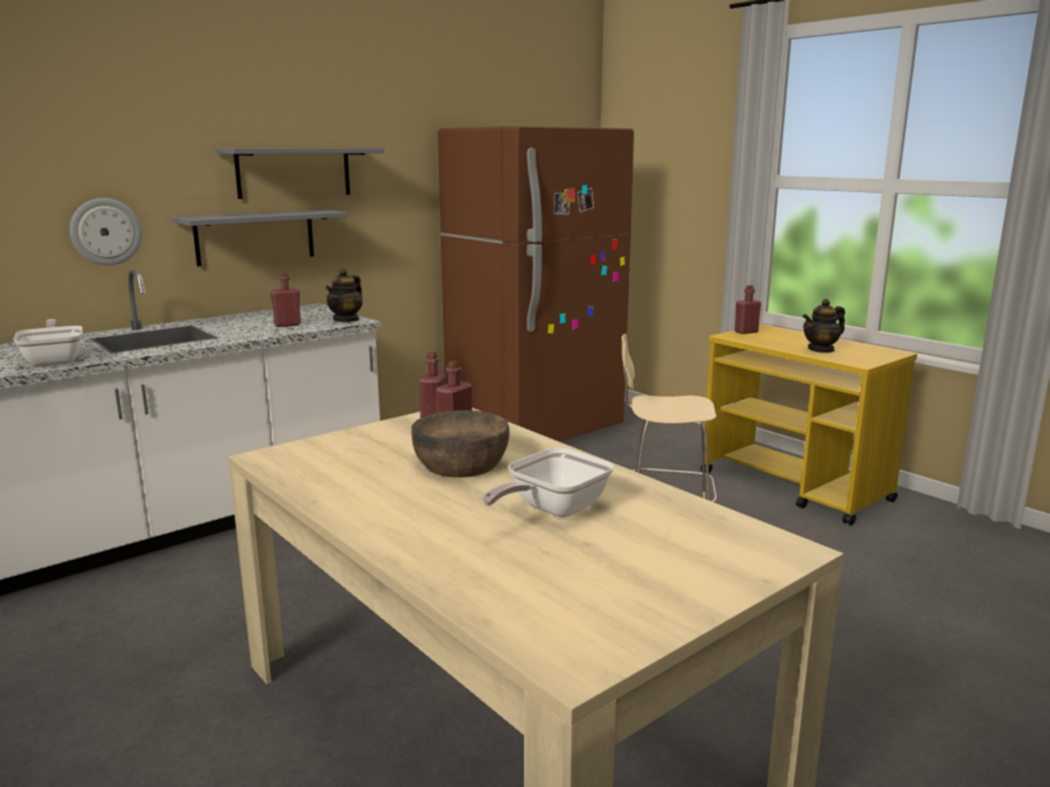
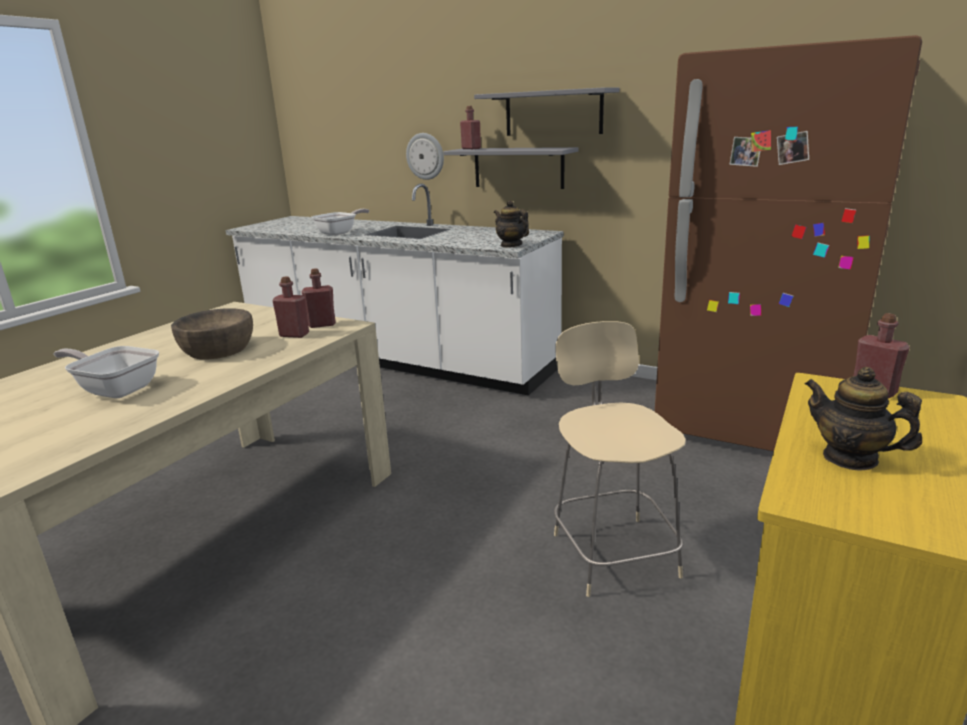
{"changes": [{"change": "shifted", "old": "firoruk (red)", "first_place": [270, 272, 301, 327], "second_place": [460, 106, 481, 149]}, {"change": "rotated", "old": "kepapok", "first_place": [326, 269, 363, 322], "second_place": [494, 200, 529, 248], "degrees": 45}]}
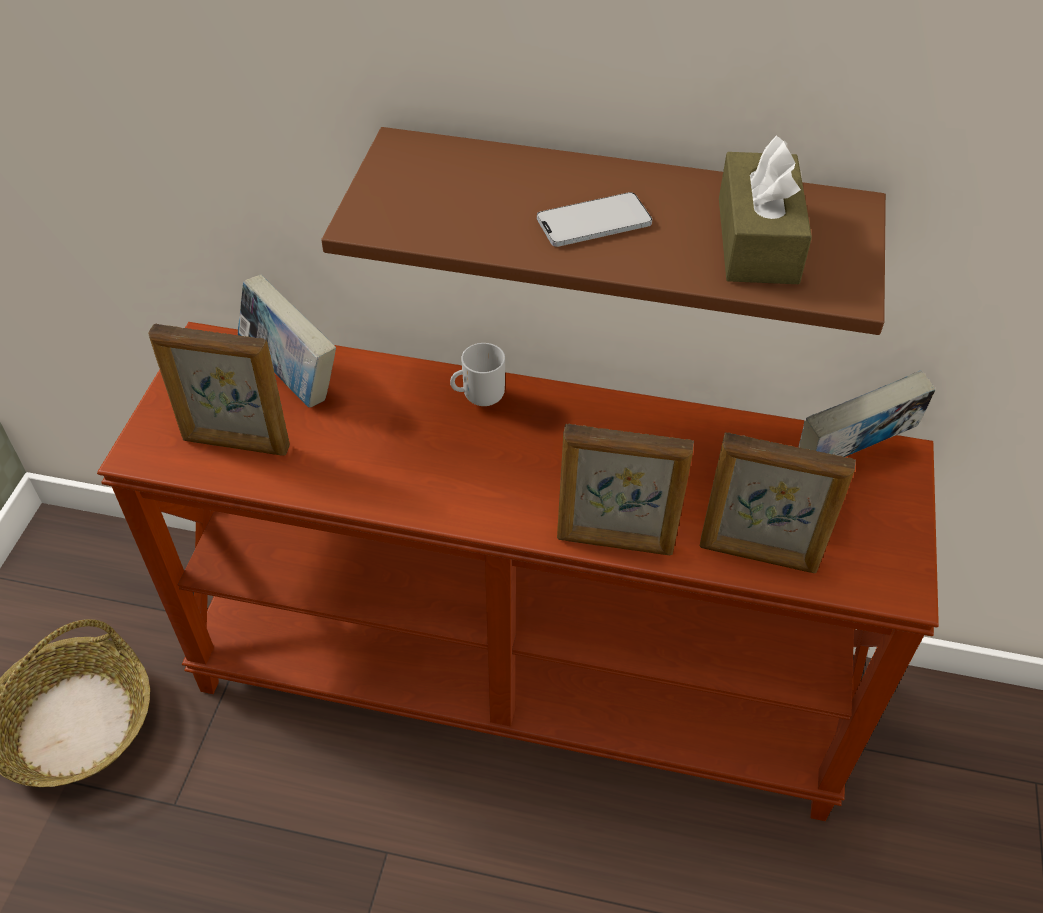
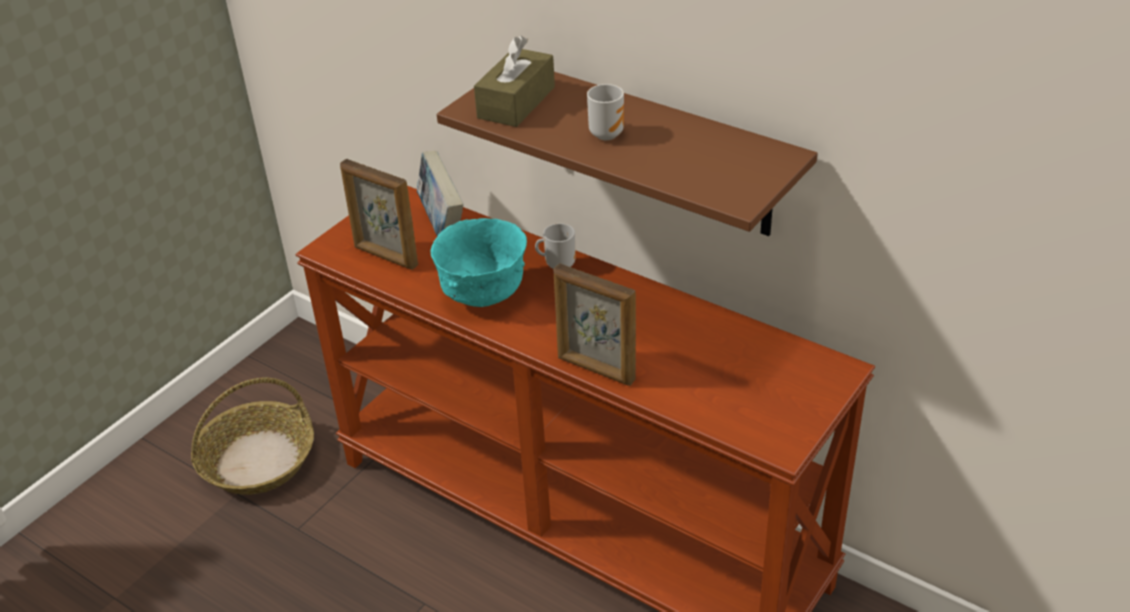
{"changes": [{"change": "gone", "old": "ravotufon", "first_place": [700, 432, 856, 573]}, {"change": "gone", "old": "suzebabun", "first_place": [799, 370, 935, 457]}, {"change": "new", "new": "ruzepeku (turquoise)", "second_place": [431, 218, 527, 307]}, {"change": "shifted", "old": "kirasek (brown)", "first_place": [719, 136, 812, 284], "second_place": [474, 36, 555, 127]}, {"change": "swapped", "old": "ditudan", "new": "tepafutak", "first_place": [537, 192, 652, 247], "second_place": [587, 84, 624, 140]}]}
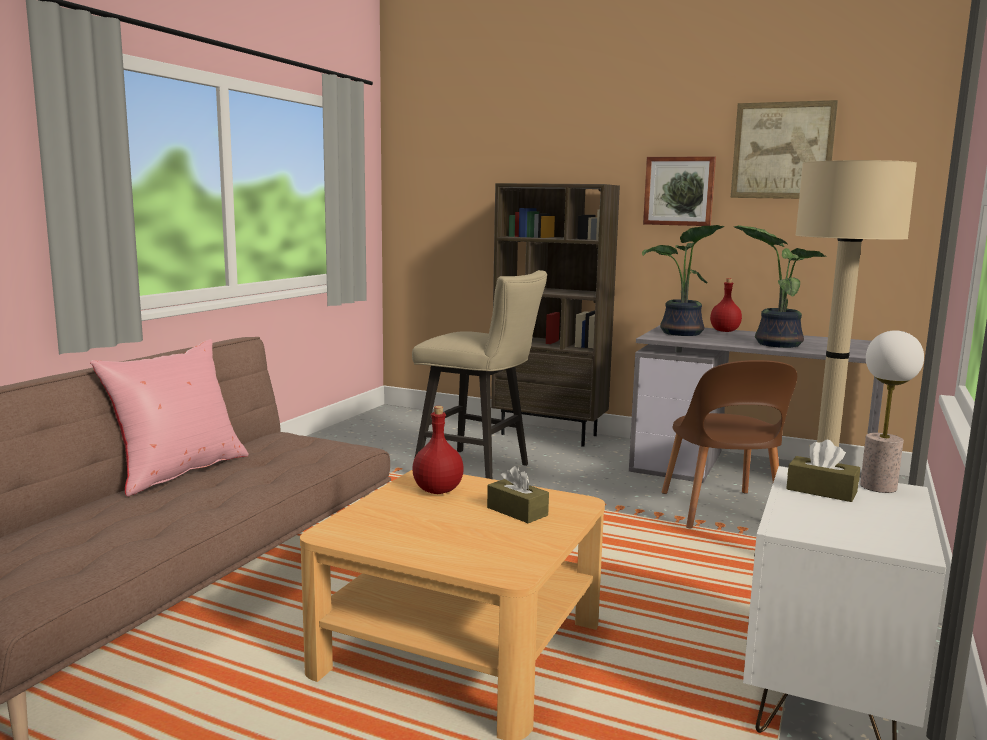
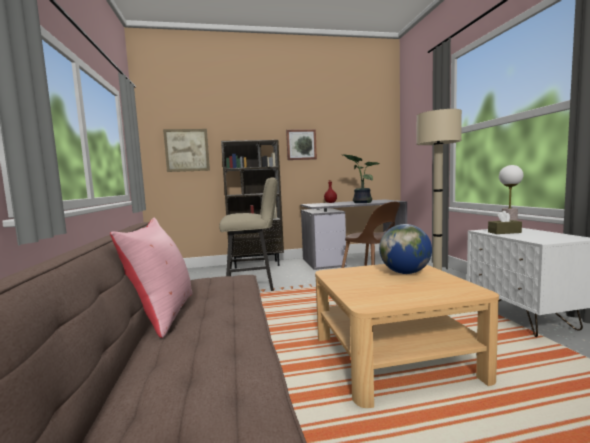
{"changes": [{"change": "gone", "old": "firoruk (red)", "first_place": [412, 406, 464, 494]}, {"change": "gone", "old": "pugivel", "first_place": [642, 225, 725, 336]}, {"change": "shifted", "old": "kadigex", "first_place": [731, 100, 838, 199], "second_place": [163, 129, 210, 172]}, {"change": "swapped", "old": "kirasek (brown)", "new": "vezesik", "first_place": [487, 466, 549, 523], "second_place": [379, 224, 432, 274]}]}
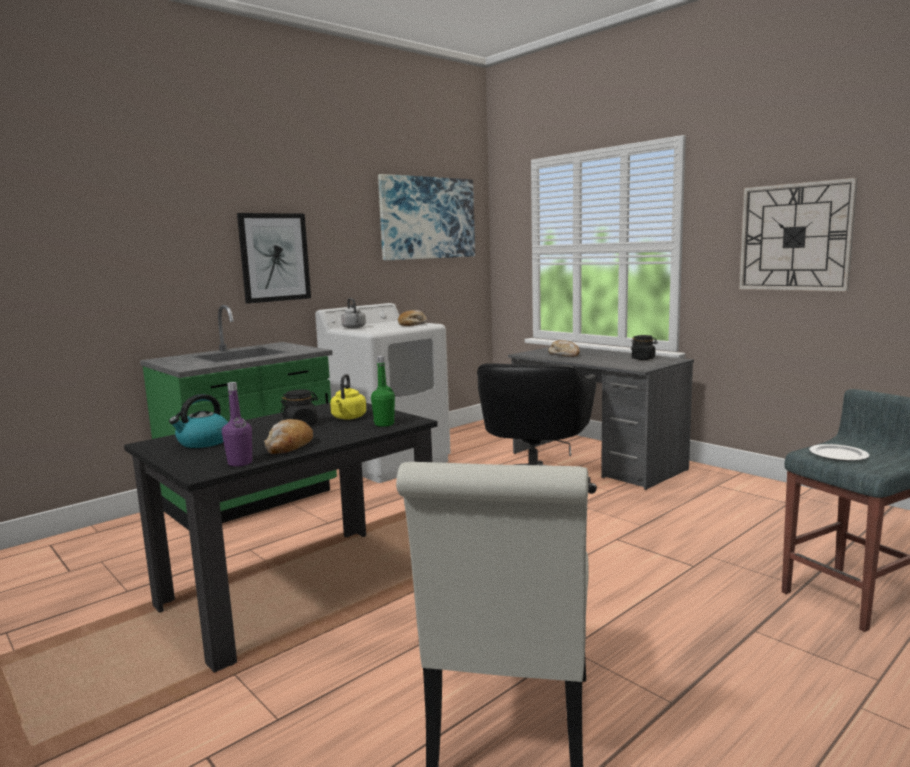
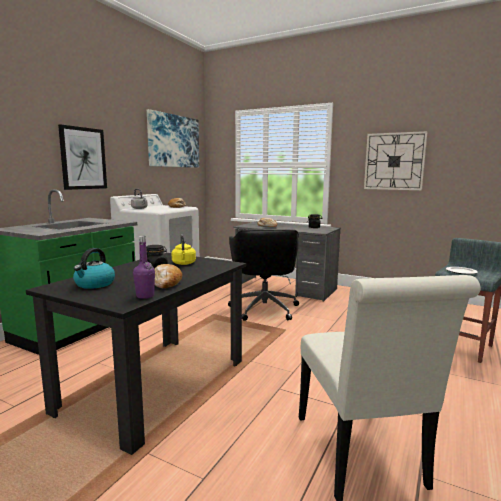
{"changes": [{"change": "gone", "old": "firoruk (green)", "first_place": [371, 356, 395, 427]}]}
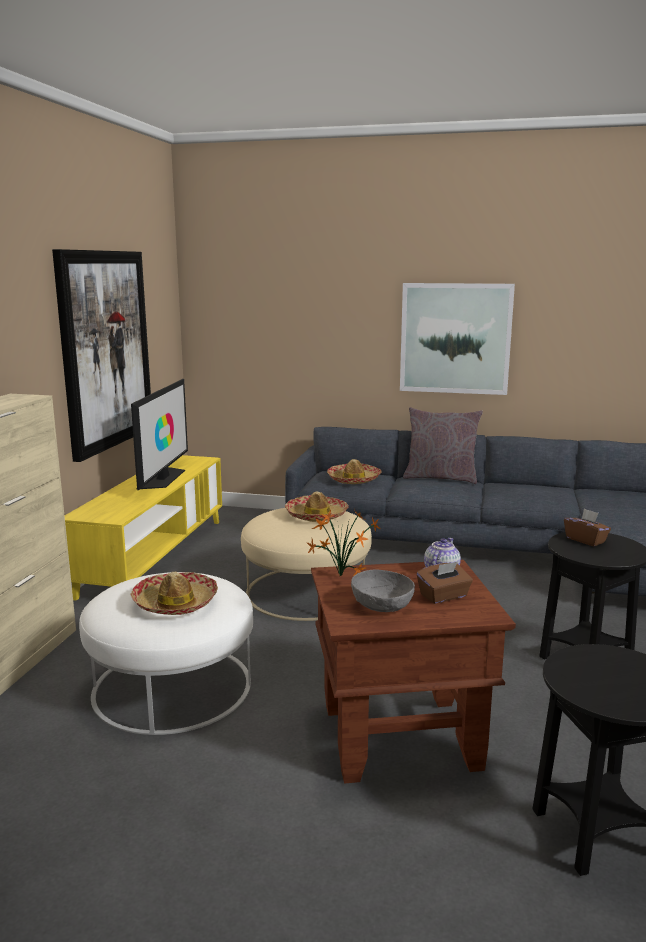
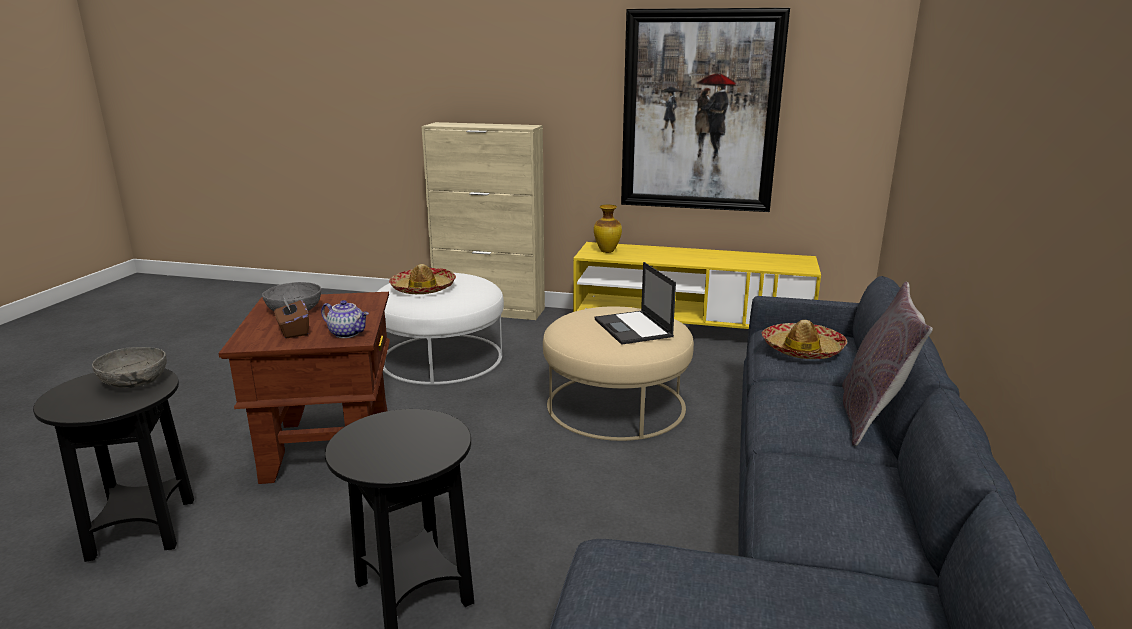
{"changes": [{"change": "gone", "old": "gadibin", "first_place": [131, 379, 188, 490]}, {"change": "gone", "old": "pugivel", "first_place": [307, 509, 380, 577]}, {"change": "gone", "old": "kadigex", "first_place": [400, 283, 515, 395]}, {"change": "gone", "old": "kirasek (brown)", "first_place": [564, 508, 611, 546]}, {"change": "new", "new": "ruzepeku (grey)", "second_place": [92, 347, 167, 388]}, {"change": "new", "new": "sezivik", "second_place": [594, 205, 622, 253]}, {"change": "swapped", "old": "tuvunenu", "new": "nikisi", "first_place": [285, 492, 349, 522], "second_place": [595, 262, 676, 345]}]}
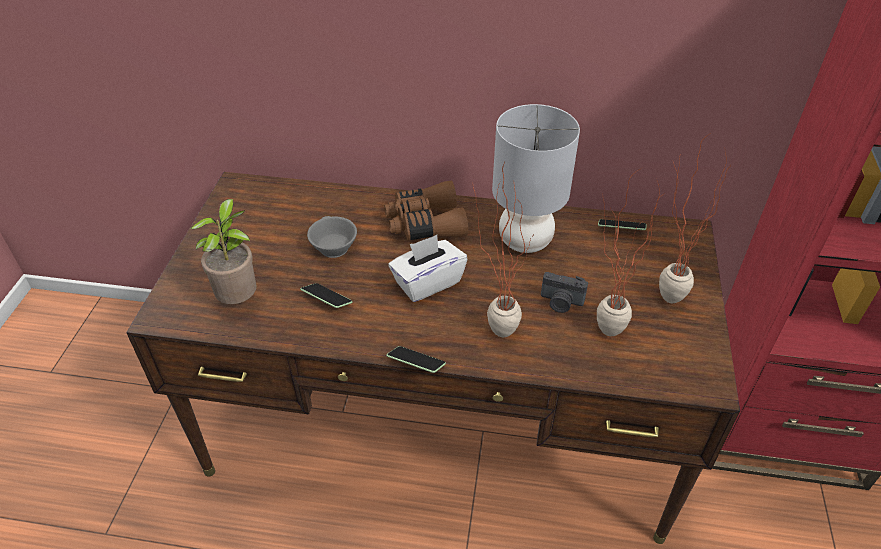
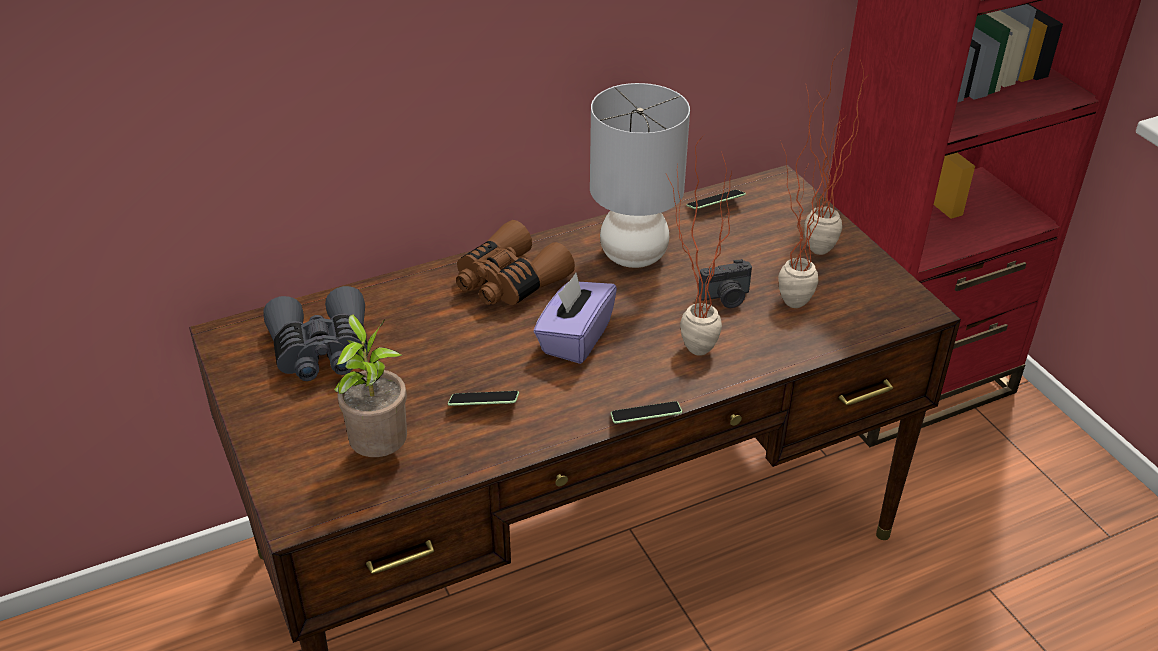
{"changes": [{"change": "gone", "old": "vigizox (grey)", "first_place": [307, 216, 357, 258]}, {"change": "new", "new": "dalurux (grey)", "second_place": [263, 286, 367, 381]}, {"change": "repainted", "old": "kirasek (white)", "new": "kirasek (purple)", "first_place": [388, 235, 468, 302], "second_place": [534, 273, 617, 364]}]}
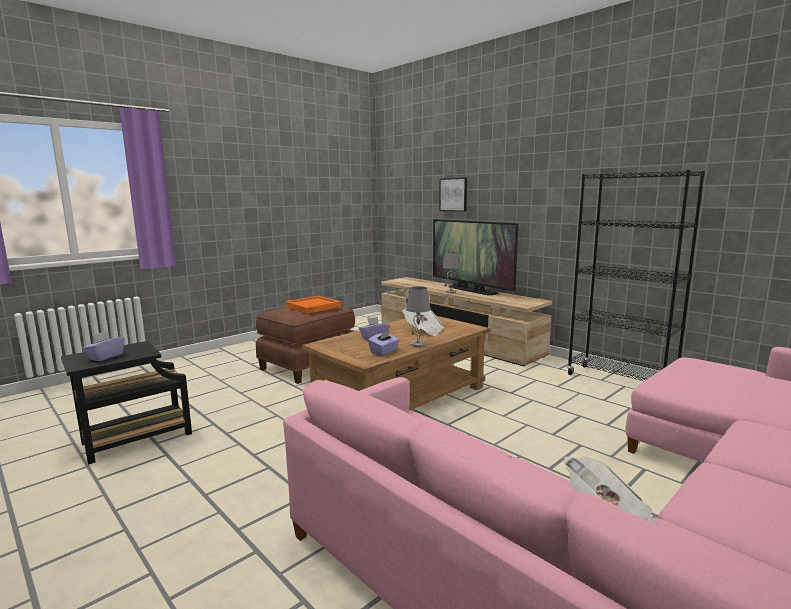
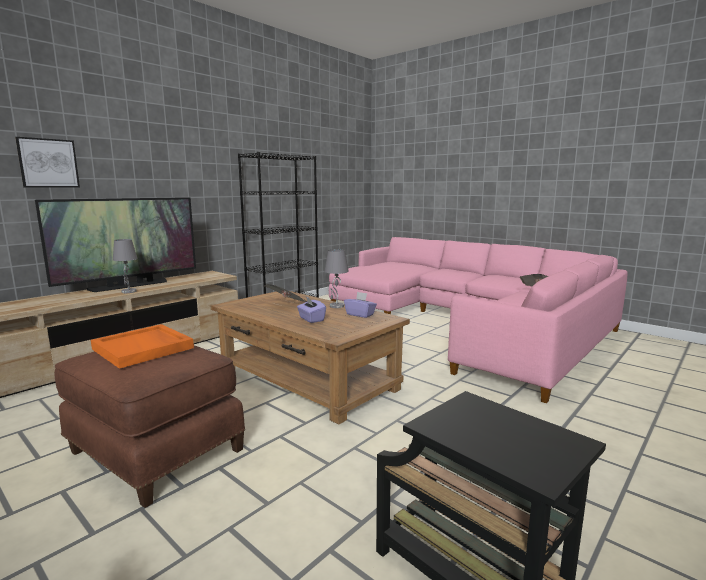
{"changes": [{"change": "gone", "old": "kirasek (purple)", "first_place": [83, 331, 125, 361]}]}
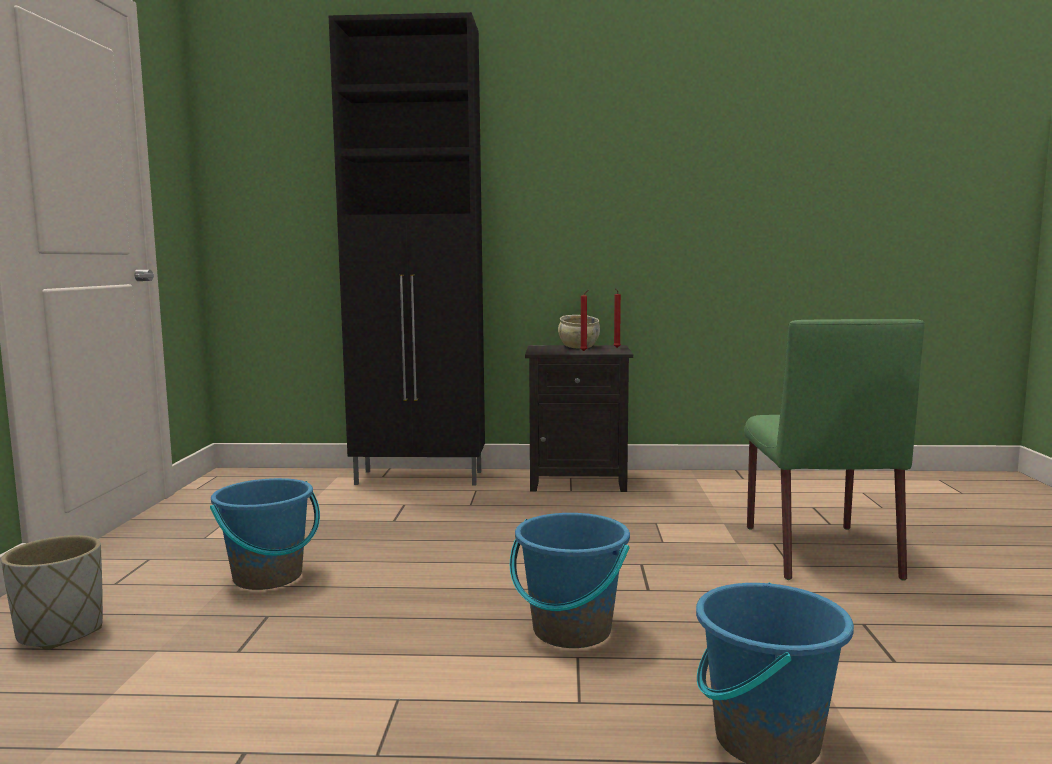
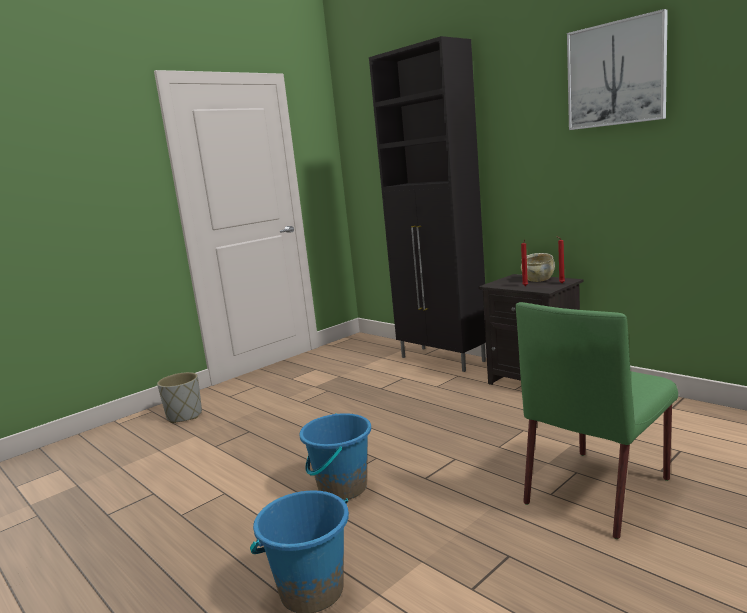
{"changes": [{"change": "gone", "old": "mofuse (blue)", "first_place": [210, 478, 320, 590]}, {"change": "new", "new": "kadigex", "second_place": [567, 9, 668, 130]}]}
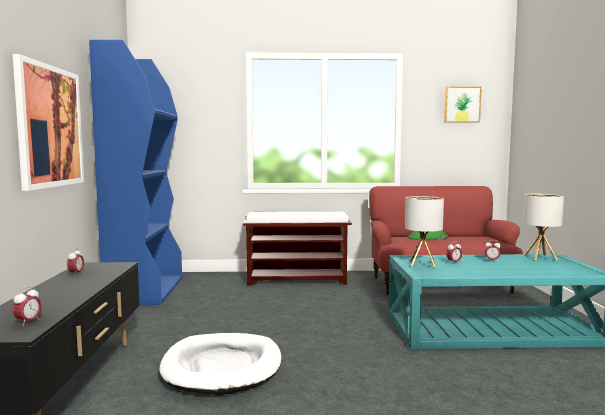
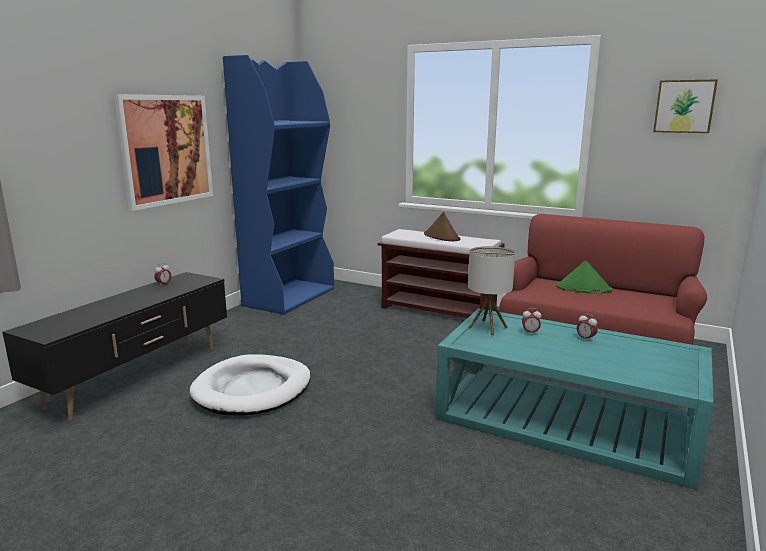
{"changes": [{"change": "gone", "old": "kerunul", "first_place": [12, 287, 42, 326]}, {"change": "gone", "old": "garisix", "first_place": [523, 194, 564, 260]}, {"change": "new", "new": "tuvunenu (brown)", "second_place": [424, 212, 460, 241]}]}
